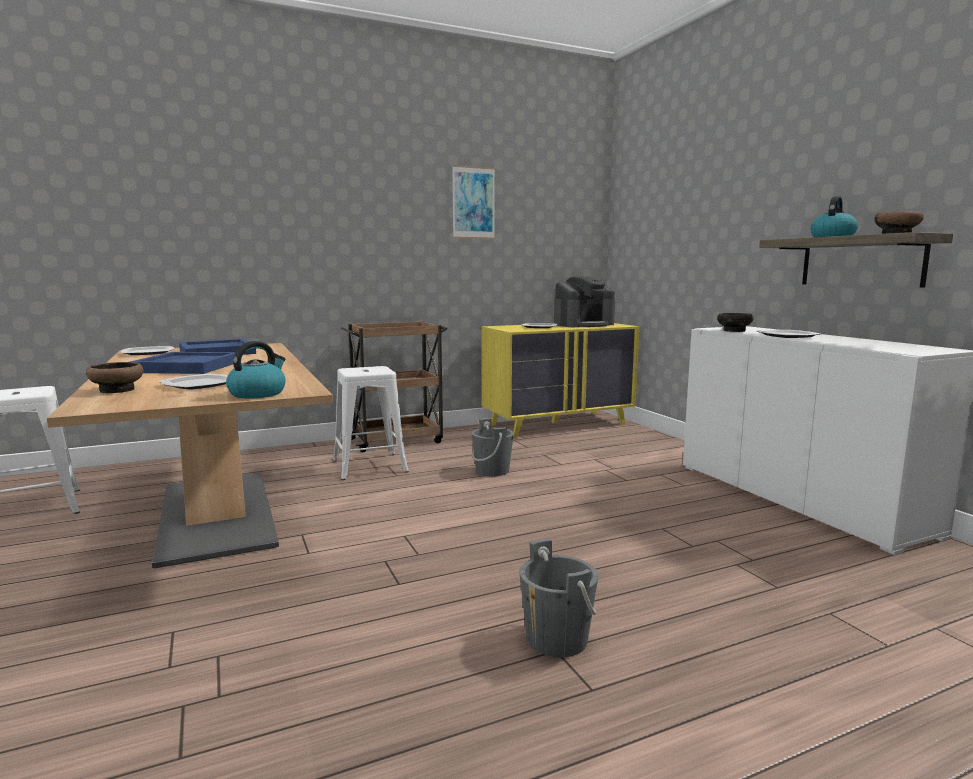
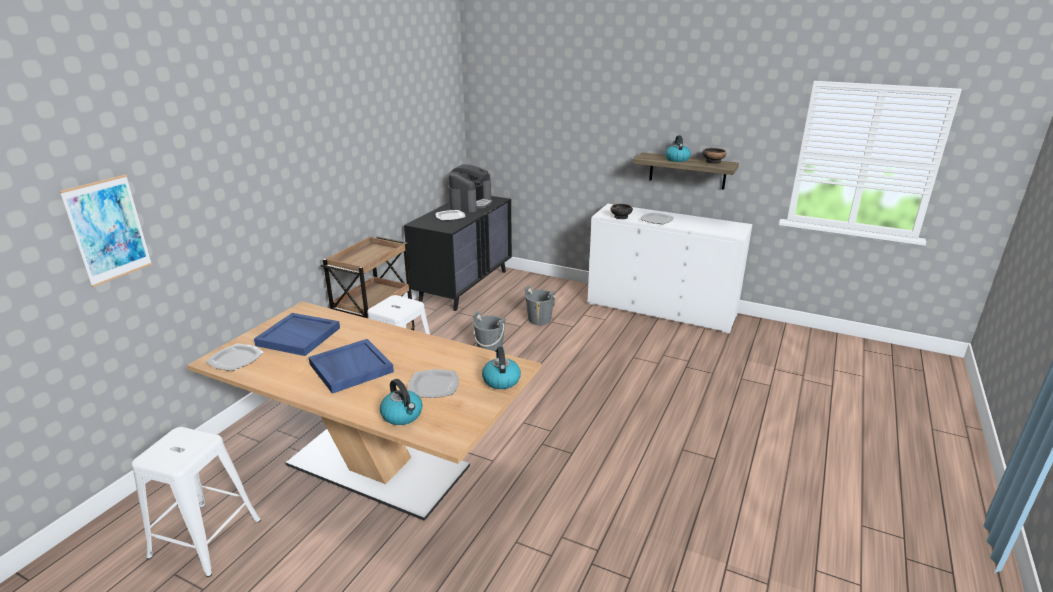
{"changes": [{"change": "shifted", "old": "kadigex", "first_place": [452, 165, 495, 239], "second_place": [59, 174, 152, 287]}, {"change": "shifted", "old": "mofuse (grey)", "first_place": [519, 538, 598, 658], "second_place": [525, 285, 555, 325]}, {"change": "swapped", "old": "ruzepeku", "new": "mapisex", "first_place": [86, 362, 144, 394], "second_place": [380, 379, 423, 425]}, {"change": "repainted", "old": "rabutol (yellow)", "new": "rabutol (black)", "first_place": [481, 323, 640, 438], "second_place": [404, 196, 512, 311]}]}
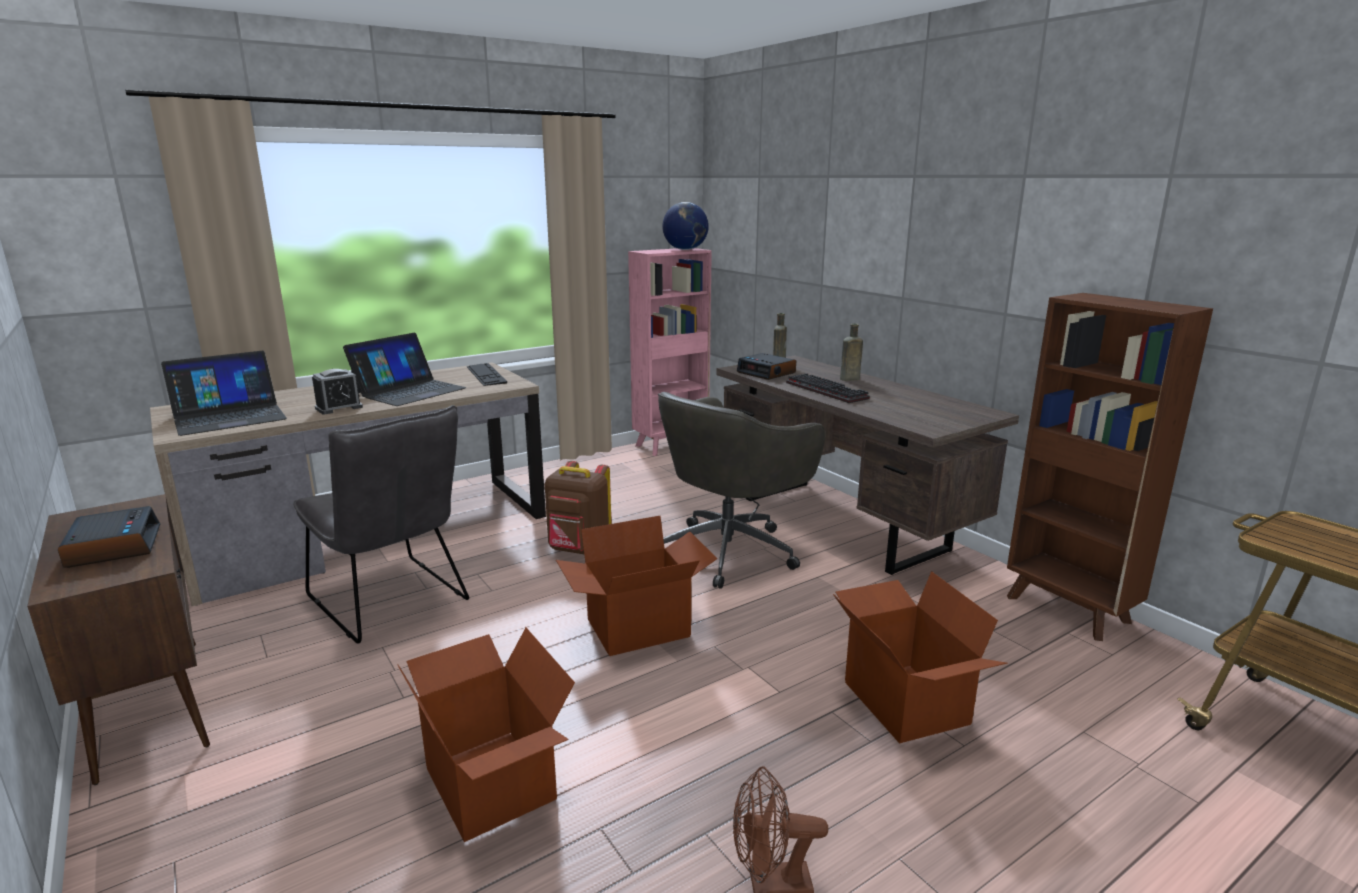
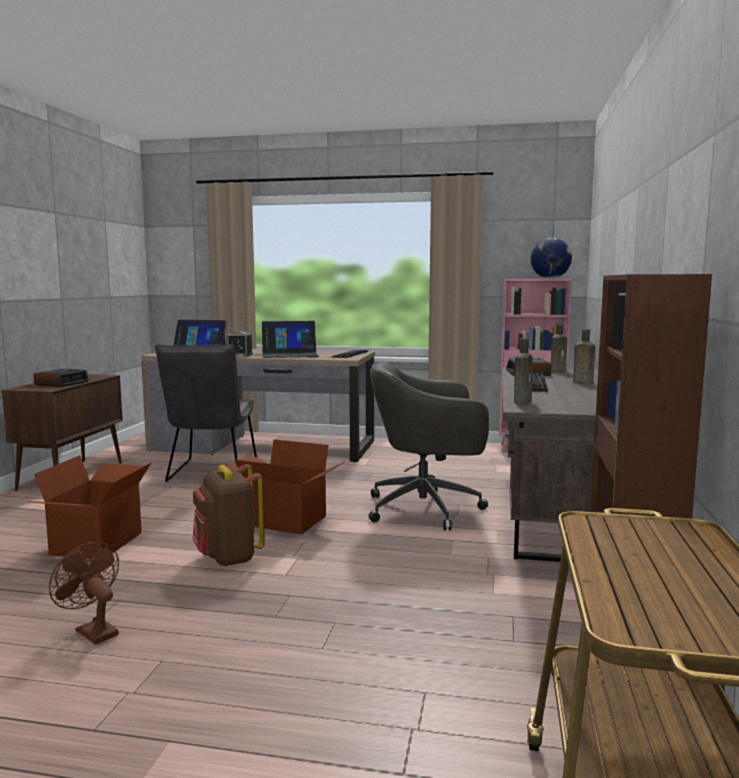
{"changes": [{"change": "gone", "old": "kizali", "first_place": [833, 571, 1008, 744]}, {"change": "new", "new": "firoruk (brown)", "second_place": [514, 338, 533, 404]}, {"change": "shifted", "old": "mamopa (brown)", "first_place": [545, 461, 611, 554], "second_place": [193, 464, 265, 566]}]}
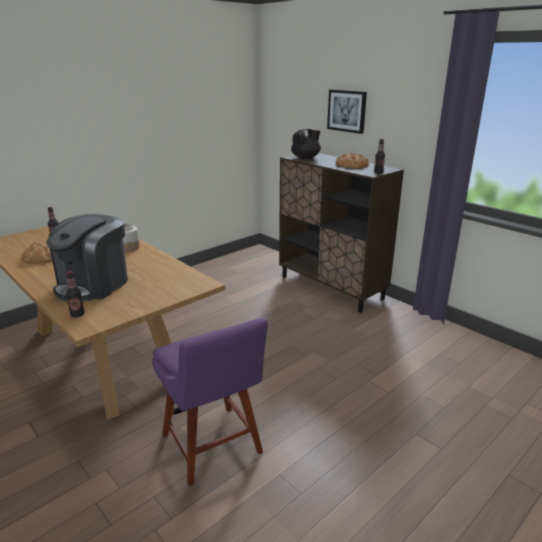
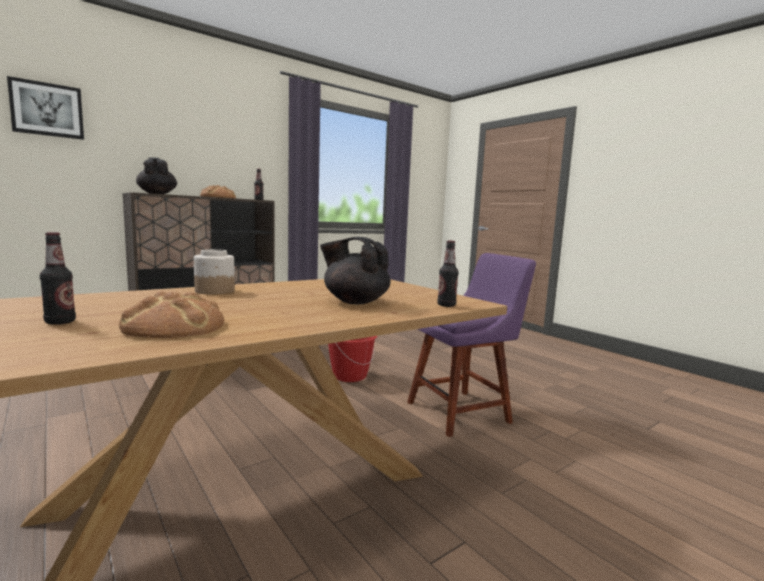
{"changes": [{"change": "new", "new": "mofuse (red)", "second_place": [328, 336, 378, 382]}, {"change": "shifted", "old": "kadigex", "first_place": [327, 89, 367, 134], "second_place": [7, 76, 84, 140]}, {"change": "swapped", "old": "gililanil", "new": "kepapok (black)", "first_place": [47, 214, 128, 302], "second_place": [320, 237, 391, 304]}]}
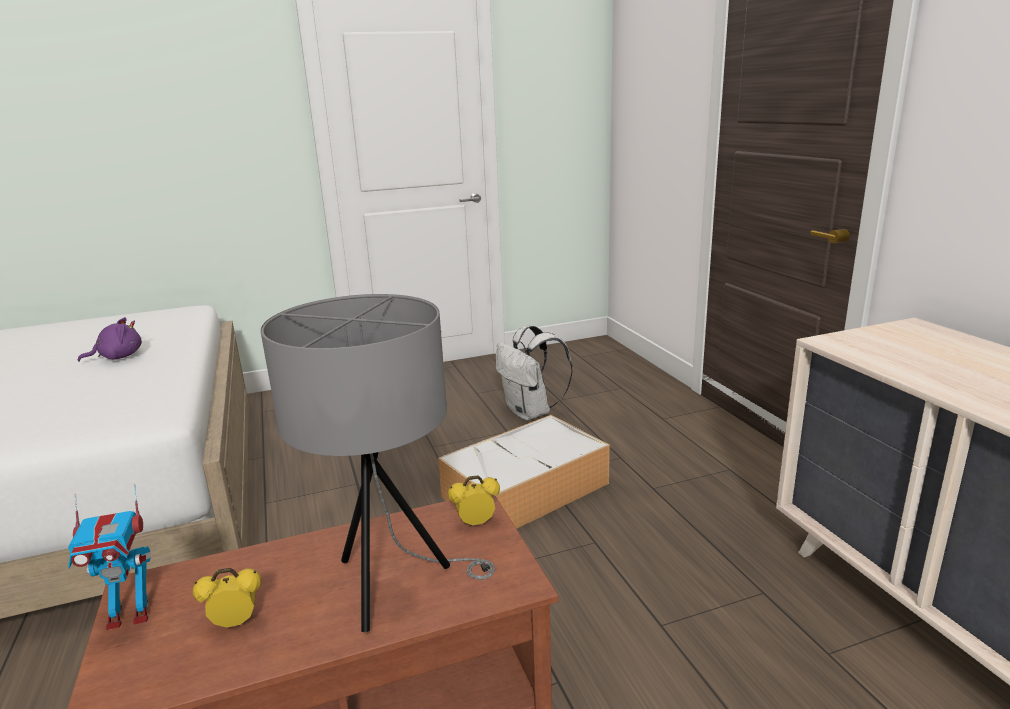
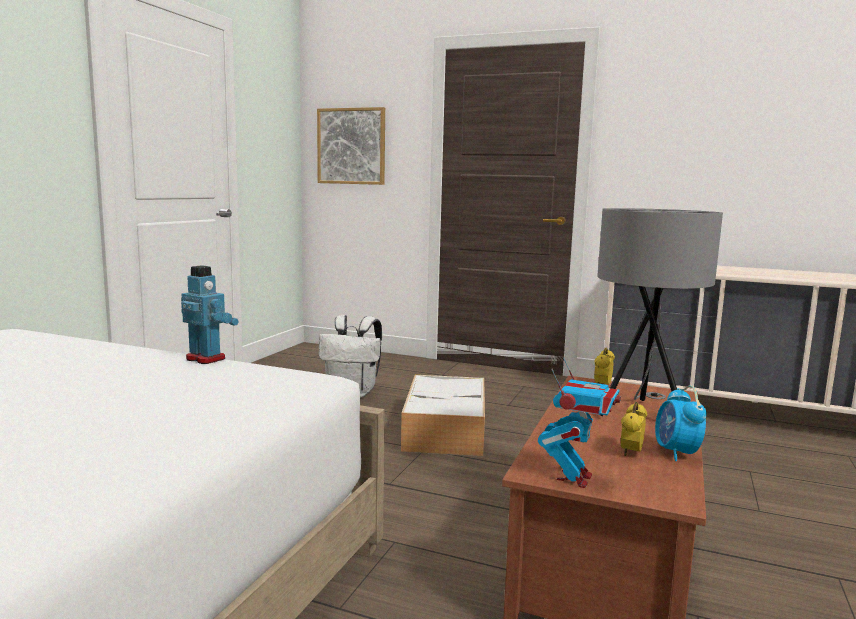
{"changes": [{"change": "gone", "old": "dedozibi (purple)", "first_place": [78, 317, 142, 362]}, {"change": "new", "new": "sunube", "second_place": [181, 265, 239, 364]}, {"change": "new", "new": "kadigex", "second_place": [317, 107, 385, 185]}, {"change": "new", "new": "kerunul", "second_place": [655, 385, 707, 461]}]}
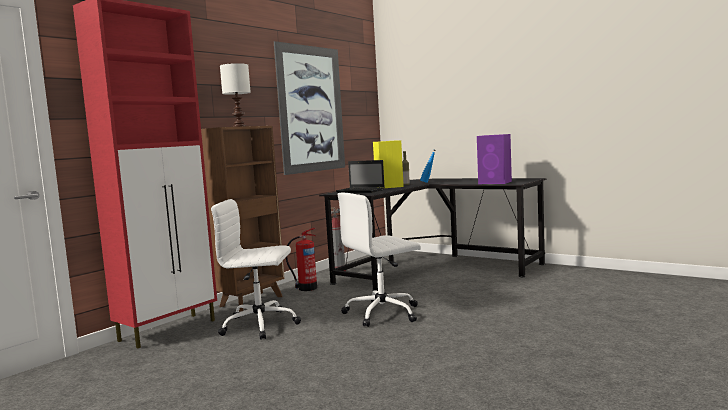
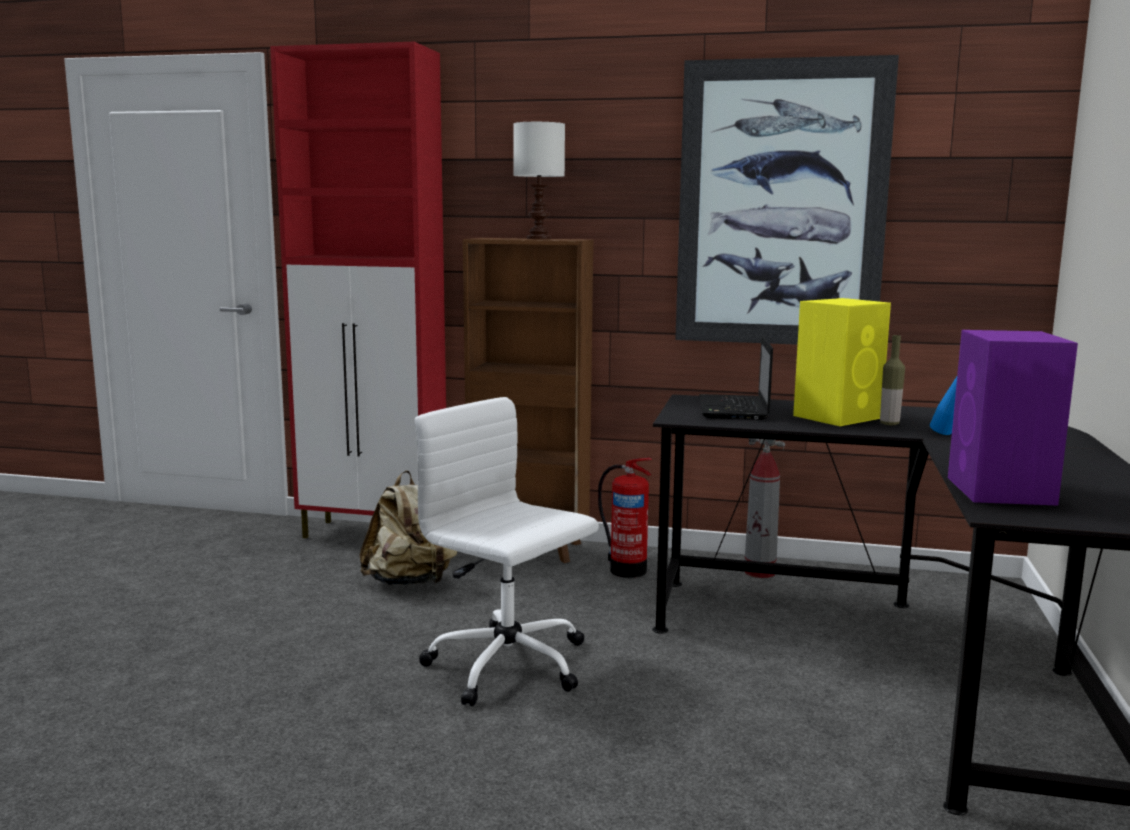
{"changes": [{"change": "swapped", "old": "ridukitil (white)", "new": "mamopa (beige)", "first_place": [211, 199, 301, 340], "second_place": [359, 470, 458, 586]}]}
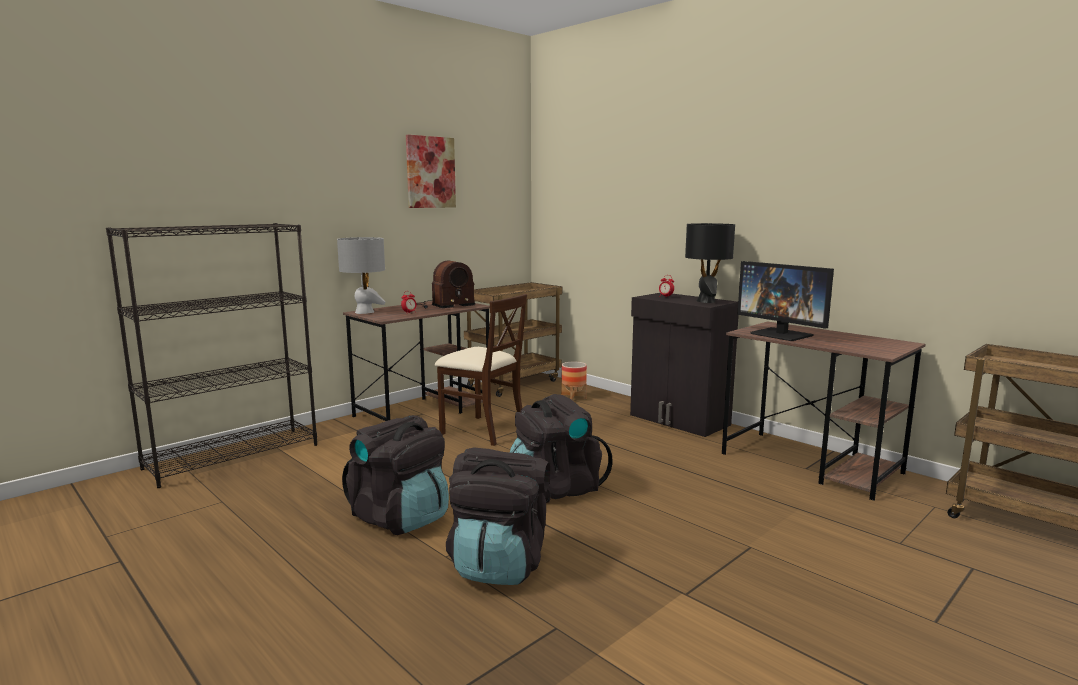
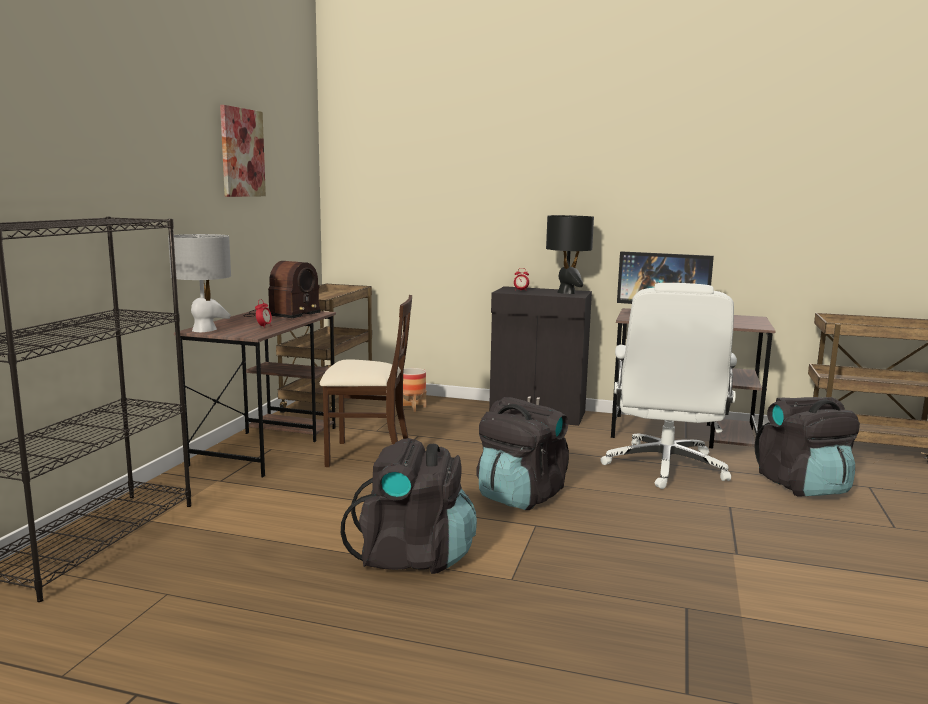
{"changes": [{"change": "new", "new": "ridukitil (white)", "second_place": [600, 283, 737, 489]}, {"change": "shifted", "old": "mamopa (black)", "first_place": [446, 447, 550, 585], "second_place": [754, 397, 860, 497]}]}
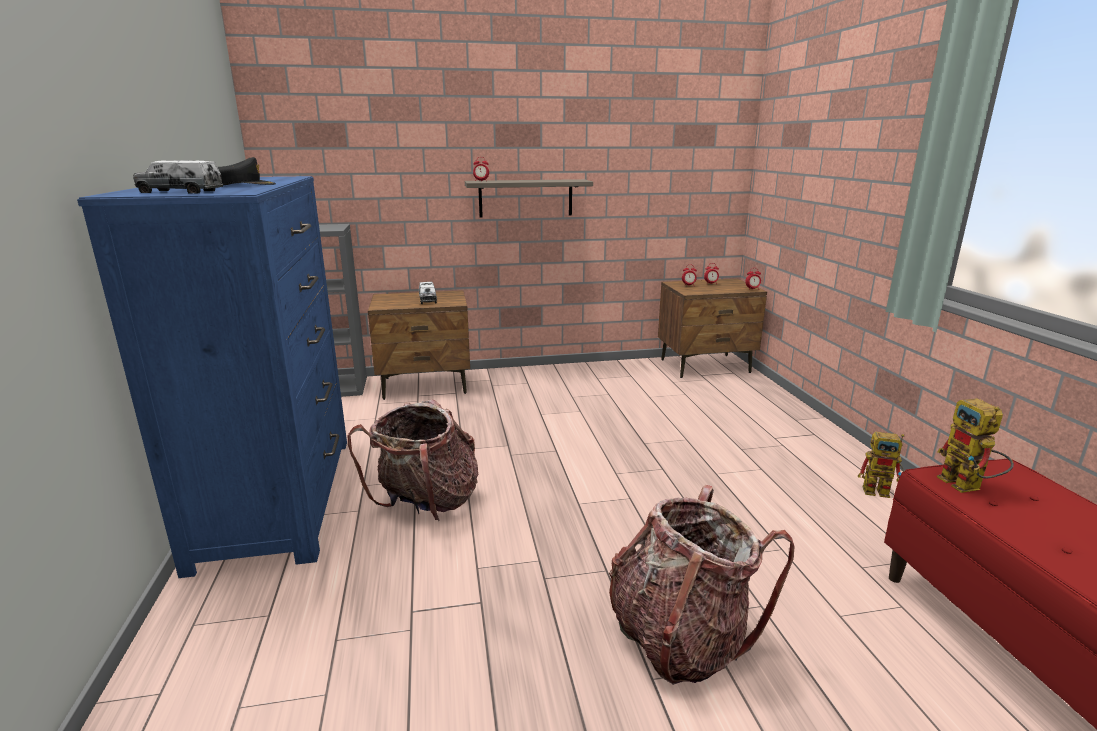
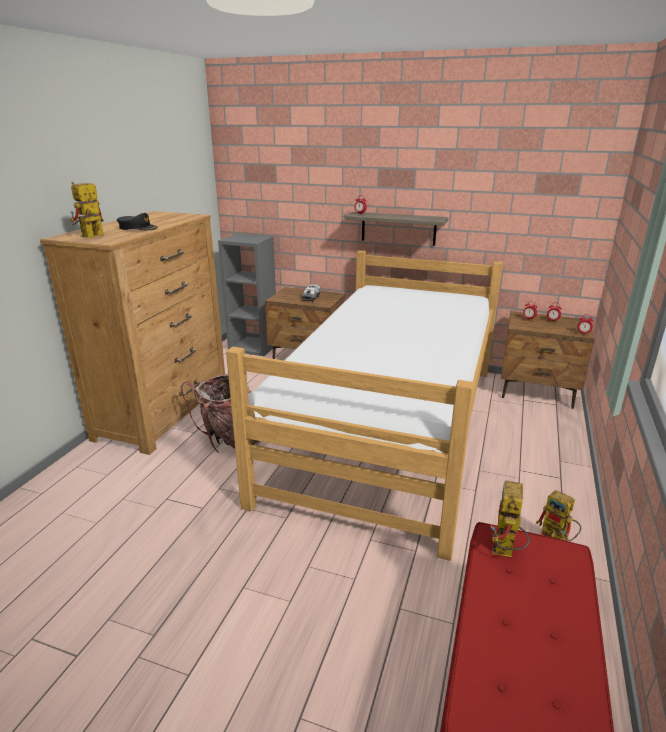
{"changes": [{"change": "gone", "old": "mamopa", "first_place": [609, 485, 794, 685]}, {"change": "new", "new": "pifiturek", "second_place": [226, 250, 503, 561]}, {"change": "swapped", "old": "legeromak", "new": "sunube", "first_place": [133, 160, 224, 193], "second_place": [70, 182, 104, 238]}, {"change": "repainted", "old": "rabutol (blue)", "new": "rabutol (brown)", "first_place": [77, 176, 347, 578], "second_place": [40, 211, 225, 455]}]}
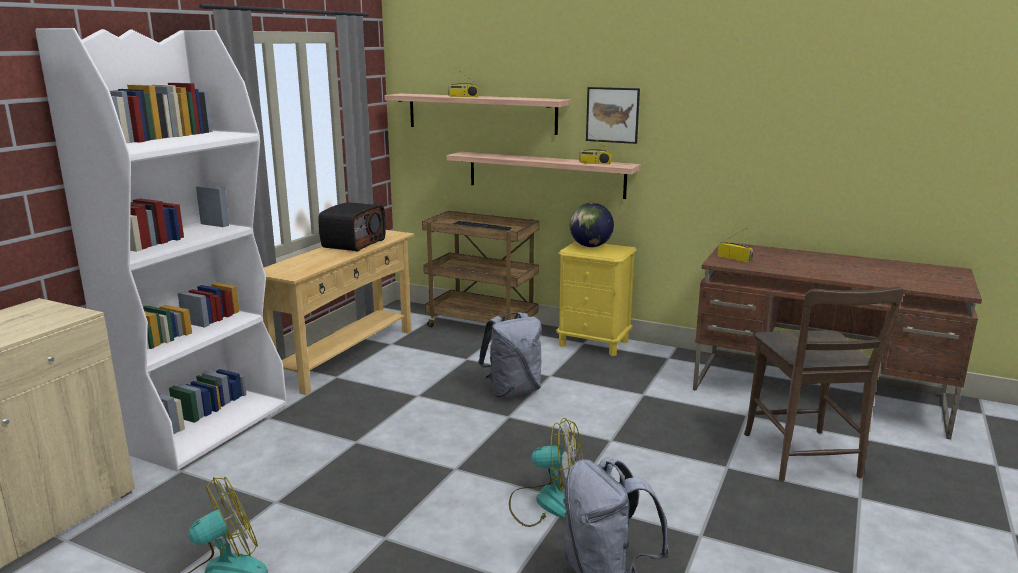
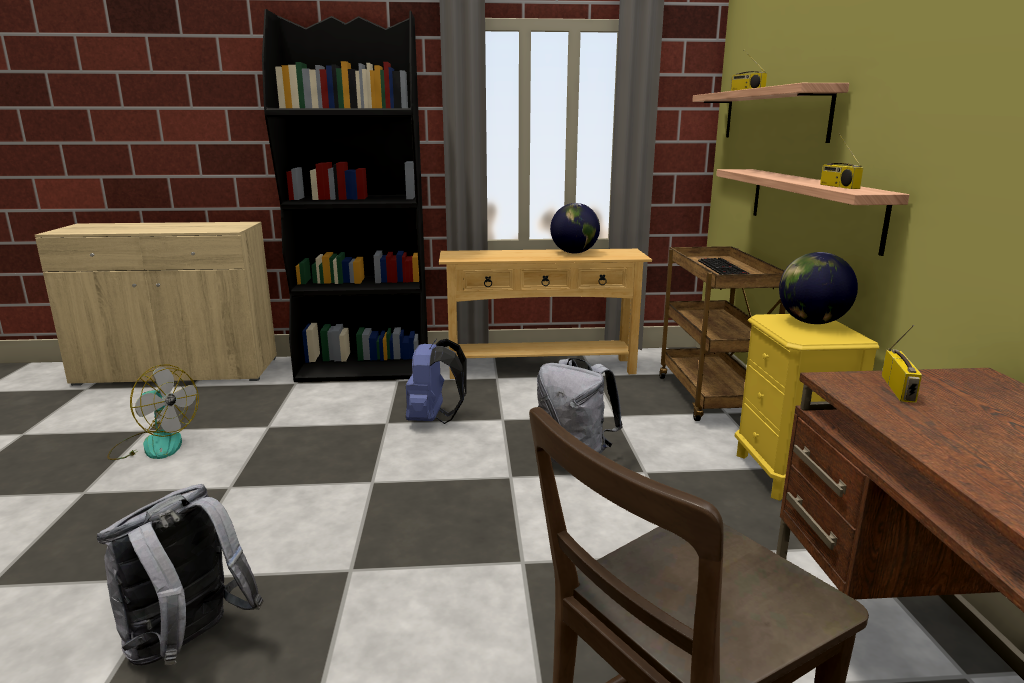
{"changes": [{"change": "gone", "old": "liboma", "first_place": [509, 418, 583, 527]}, {"change": "gone", "old": "kadigex", "first_place": [586, 87, 640, 144]}, {"change": "new", "new": "mamopa (blue)", "second_place": [406, 339, 467, 424]}, {"change": "swapped", "old": "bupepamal", "new": "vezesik", "first_place": [319, 202, 386, 251], "second_place": [550, 203, 600, 254]}, {"change": "repainted", "old": "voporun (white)", "new": "voporun (black)", "first_place": [35, 28, 287, 471], "second_place": [262, 9, 428, 382]}]}
